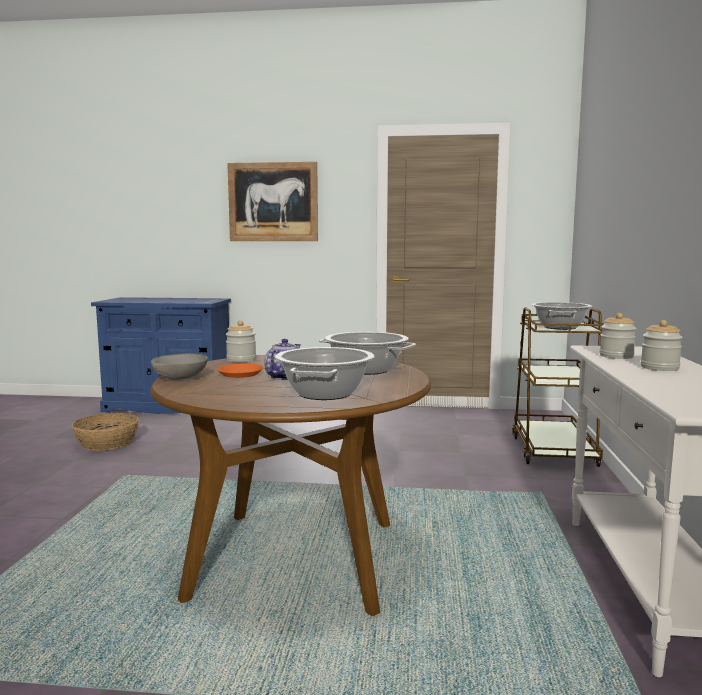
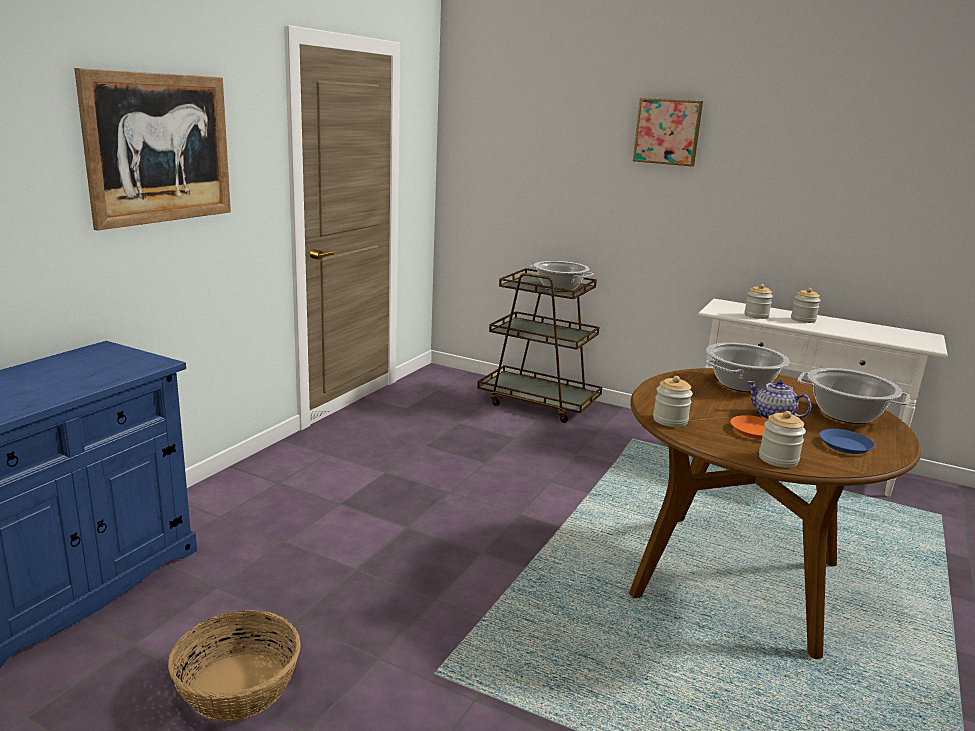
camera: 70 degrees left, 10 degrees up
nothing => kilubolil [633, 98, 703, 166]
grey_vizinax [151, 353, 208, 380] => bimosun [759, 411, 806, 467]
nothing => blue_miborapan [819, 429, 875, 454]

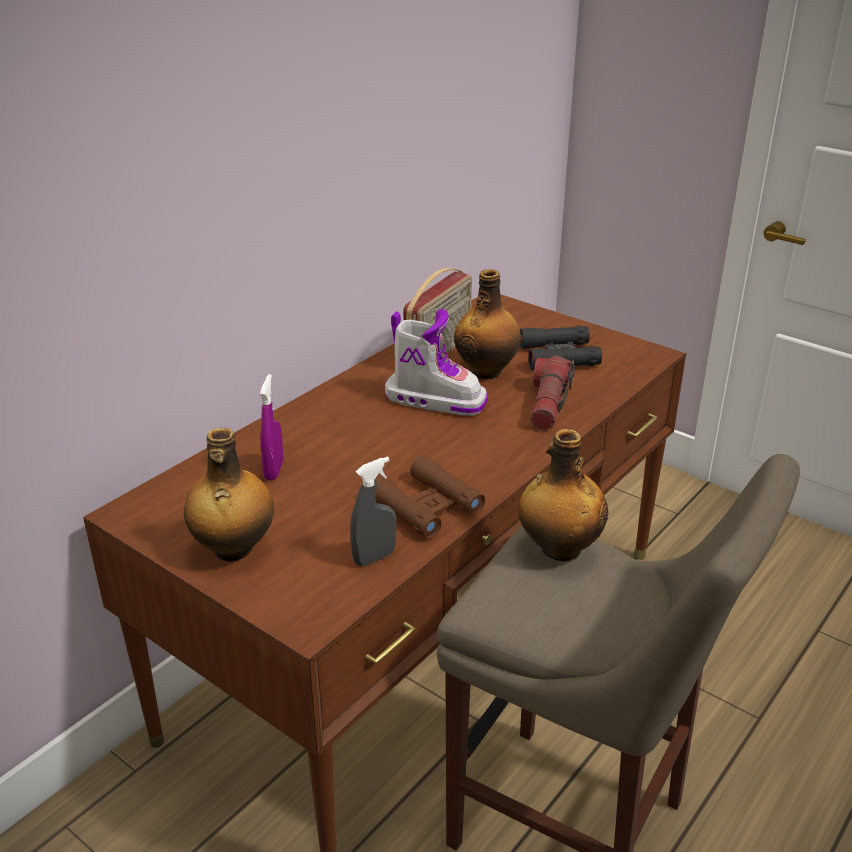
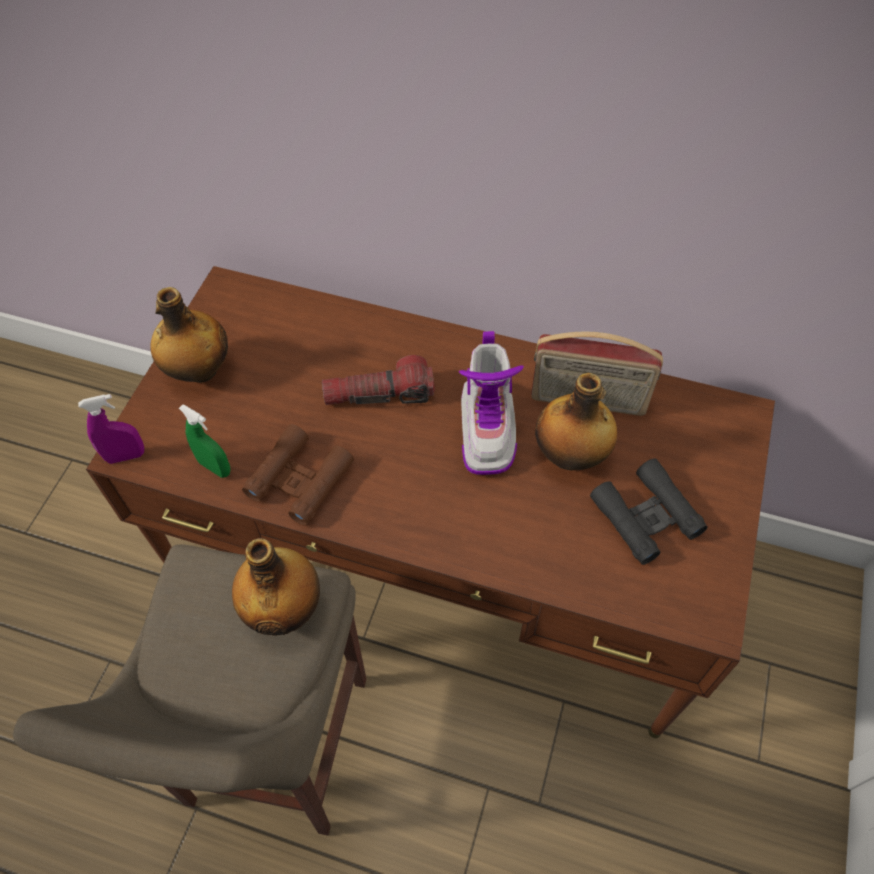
camera: 70 degrees right, 25 degrees up
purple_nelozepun [260, 374, 283, 480] => purple_nelozepun [78, 394, 144, 464], shifted
grey_nelozepun [350, 456, 397, 566] => green_nelozepun [179, 405, 231, 478]
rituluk [530, 356, 575, 430] => rituluk [322, 355, 435, 405], shifted

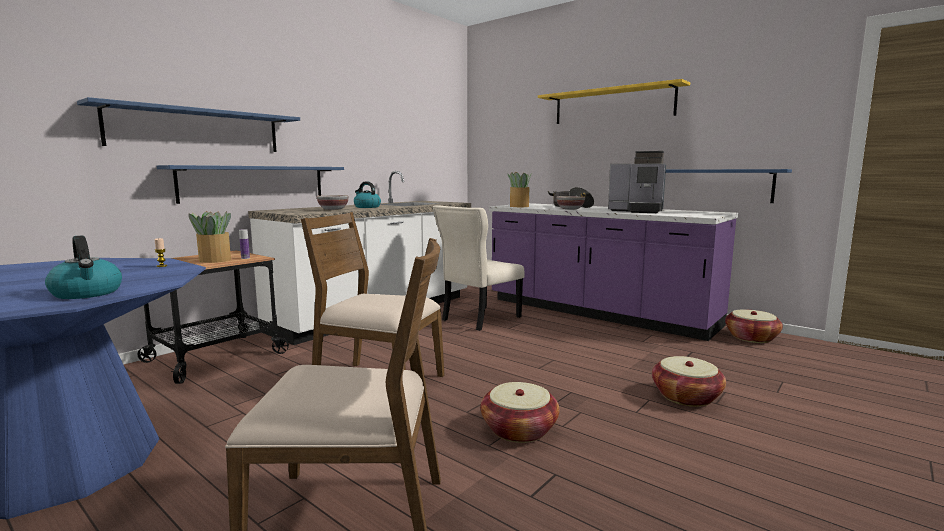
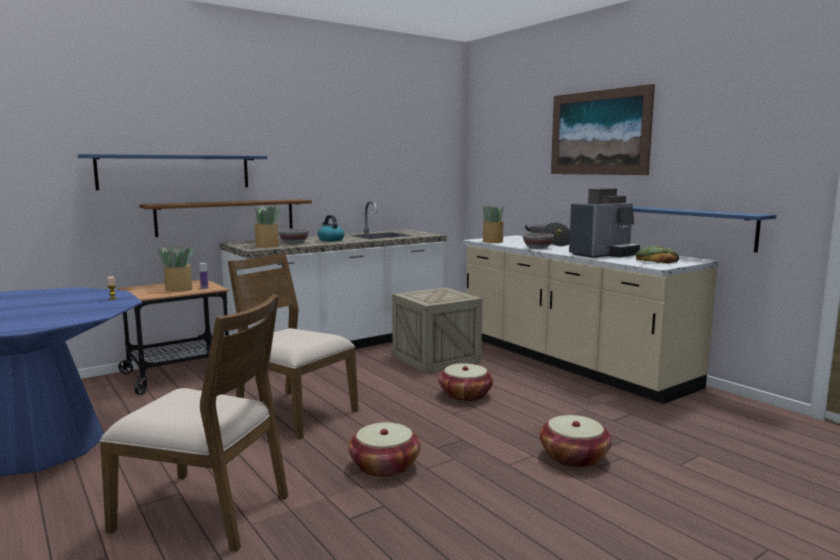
camera: 15 degrees right, 0 degrees up
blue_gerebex [157, 165, 344, 204] => brown_gerebex [139, 199, 312, 237]
nothing => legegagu [255, 205, 281, 248]
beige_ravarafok [433, 205, 525, 331] => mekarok [392, 287, 483, 373]
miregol [725, 309, 783, 343] => miregol [438, 363, 493, 402], shifted
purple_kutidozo [489, 203, 738, 341] => beige_kutidozo [463, 235, 719, 404]
yellow_gerebex [538, 79, 690, 124] => kilubolil [551, 84, 655, 175]
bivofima [608, 151, 666, 213] => bivofima [569, 188, 640, 258], 75 degrees counterclockwise
nothing => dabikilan [635, 246, 679, 263]
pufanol [45, 235, 122, 299] => nothing

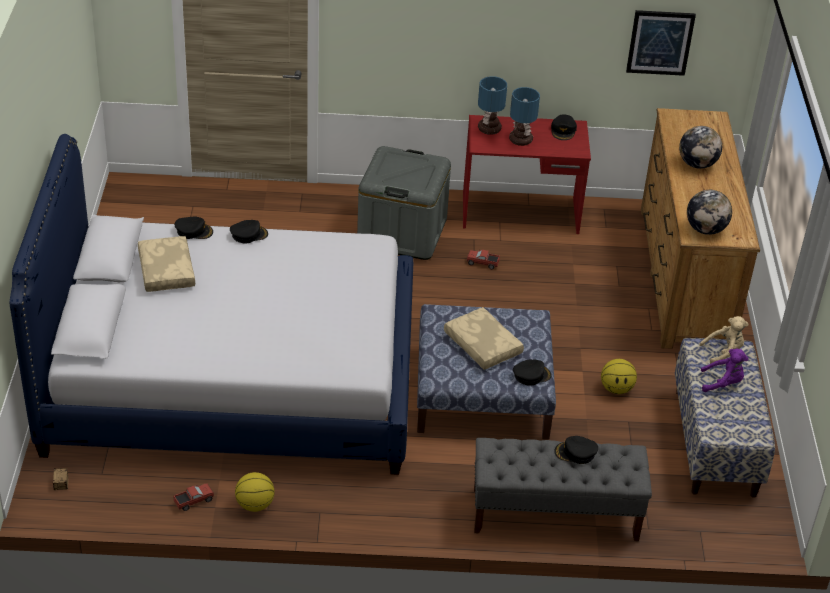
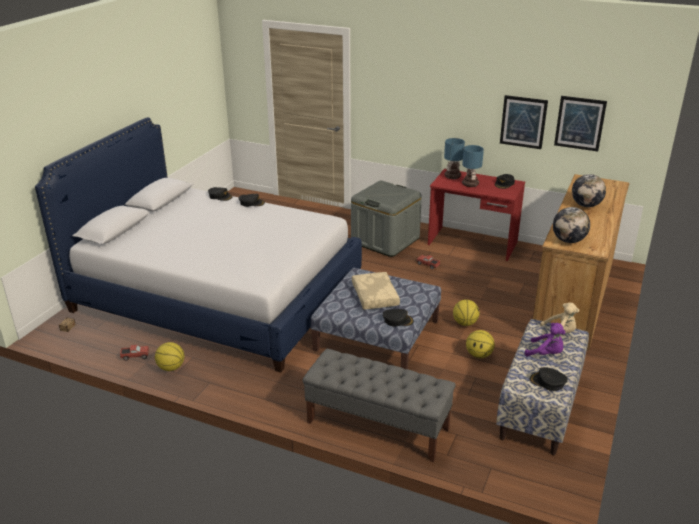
camera: 25 degrees right, 10 degrees down
nothing => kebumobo [453, 300, 480, 326]
nothing => kilubolil [500, 95, 548, 149]
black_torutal [554, 436, 598, 464] => black_torutal [530, 367, 567, 391], shifted
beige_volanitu [138, 236, 195, 292] => nothing

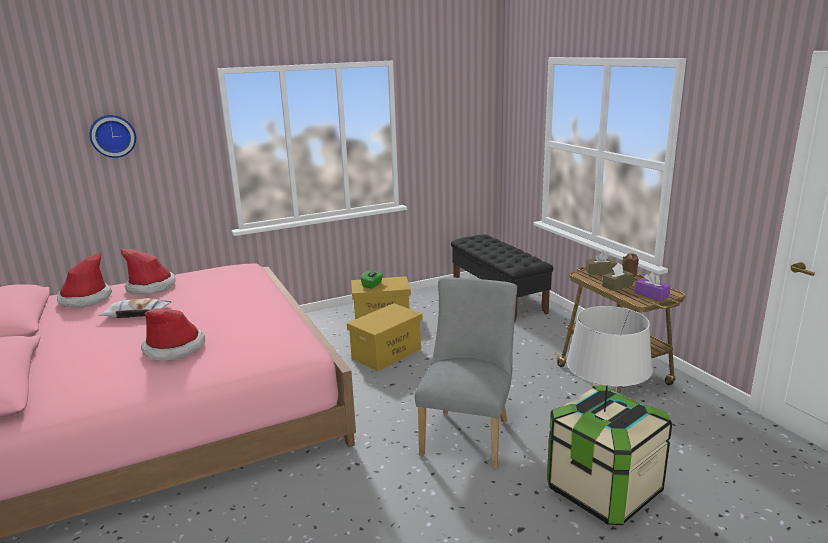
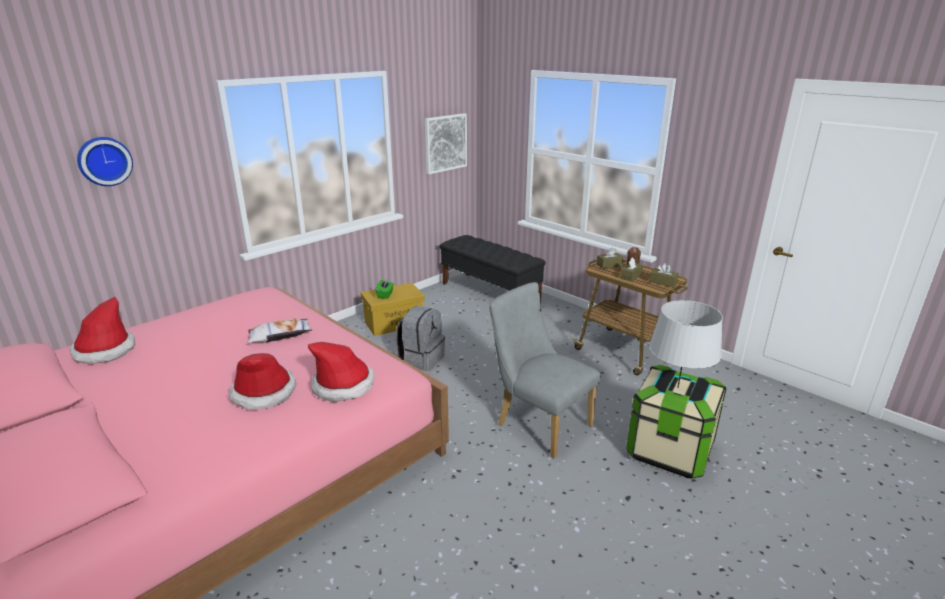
camera: 20 degrees left, 5 degrees up
volanitu [98, 298, 172, 318] => volanitu [247, 318, 313, 343], shifted
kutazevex [121, 249, 176, 295] => kutazevex [308, 342, 375, 402], shifted
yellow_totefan [347, 303, 423, 371] => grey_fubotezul [396, 306, 445, 371]
nothing => kilubolil [425, 113, 467, 174]
grey_ravarafok [415, 277, 517, 469] => grey_ravarafok [489, 282, 600, 458], 45 degrees counterclockwise
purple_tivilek [635, 272, 671, 301] => brown_tivilek [649, 263, 679, 287]

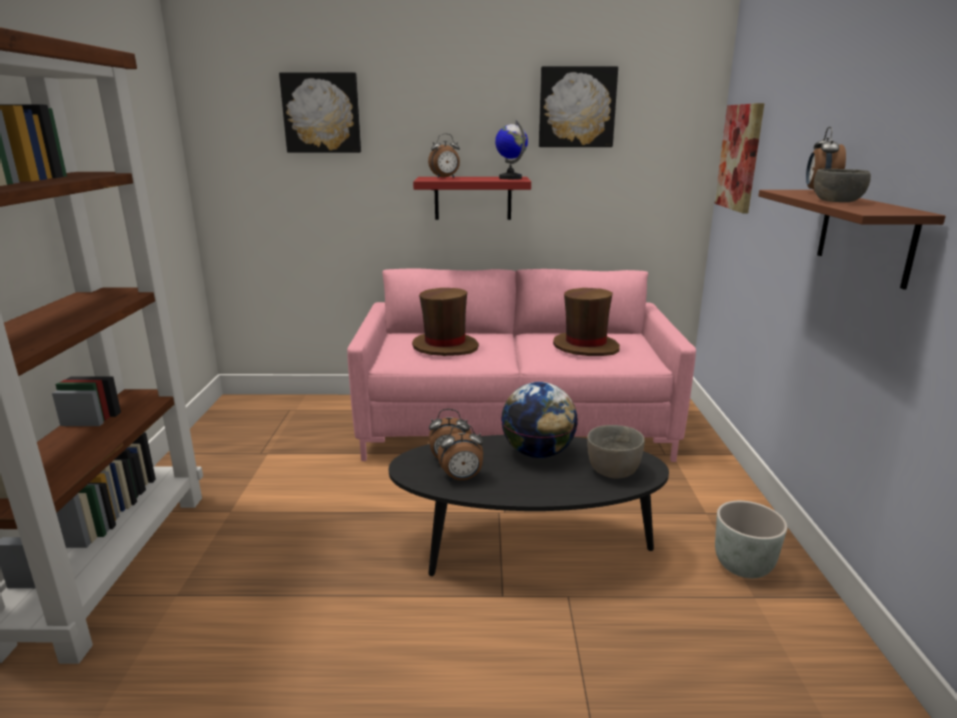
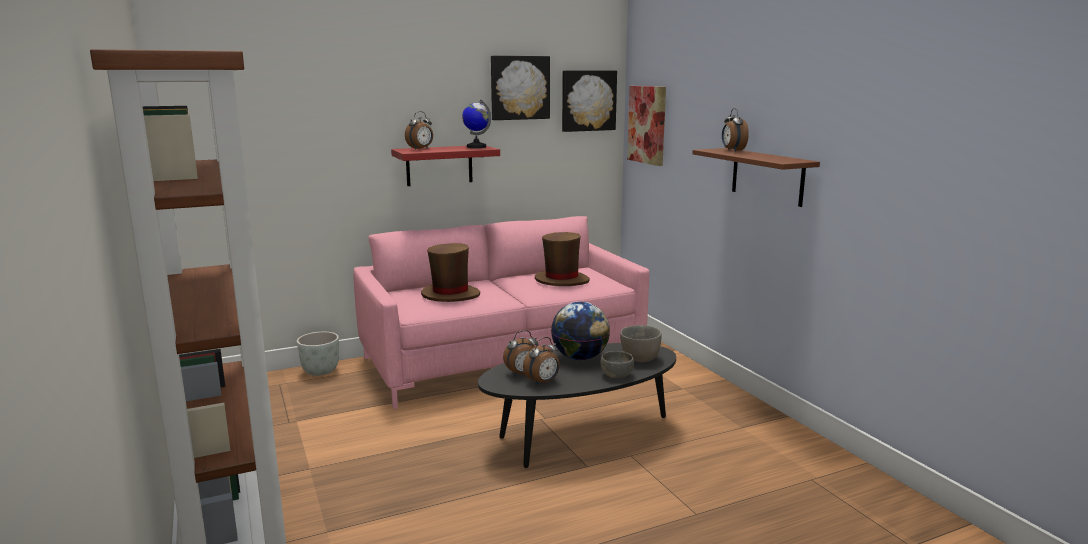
camera: 25 degrees left, 5 degrees down
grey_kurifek [715, 501, 787, 578] => grey_kurifek [297, 332, 339, 376], shifted
kilubolil [279, 72, 361, 153] => kilubolil [562, 70, 617, 132], shifted
grey_vizinax [814, 169, 871, 202] => grey_vizinax [601, 351, 634, 378], shifted

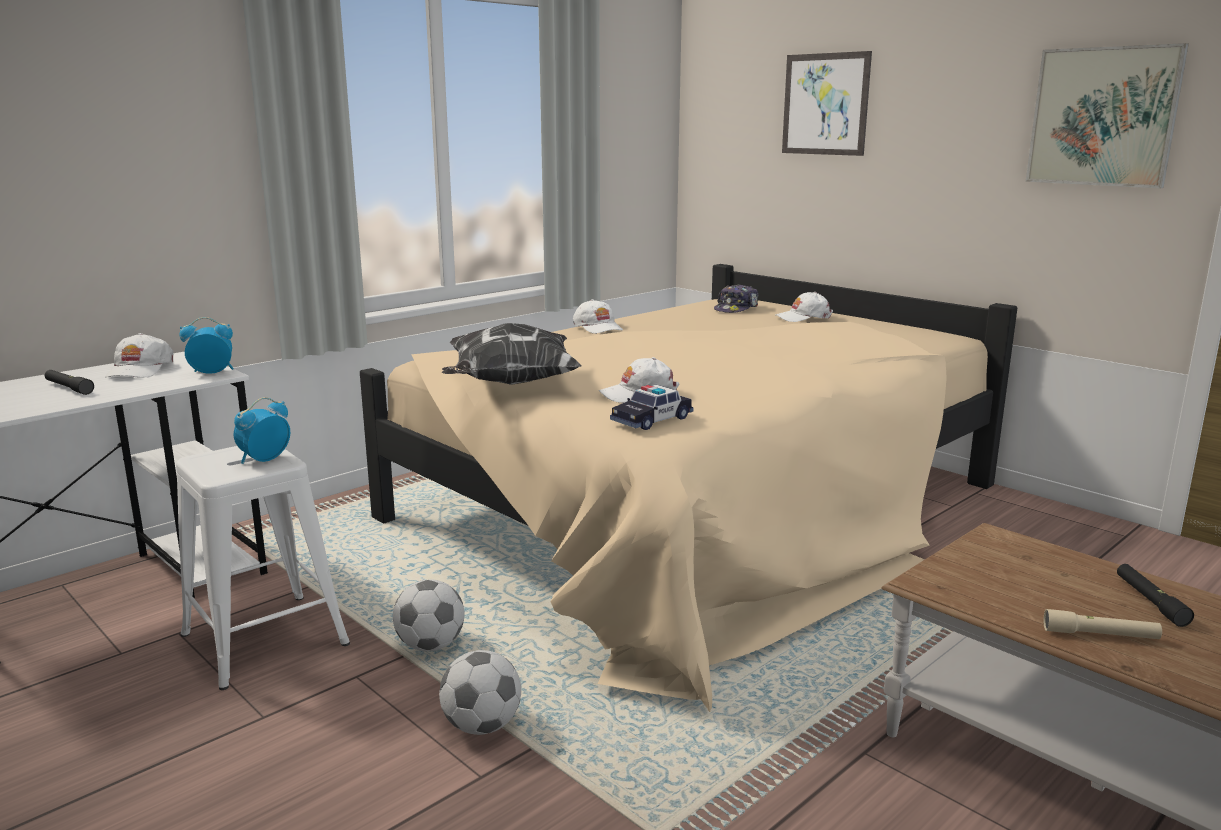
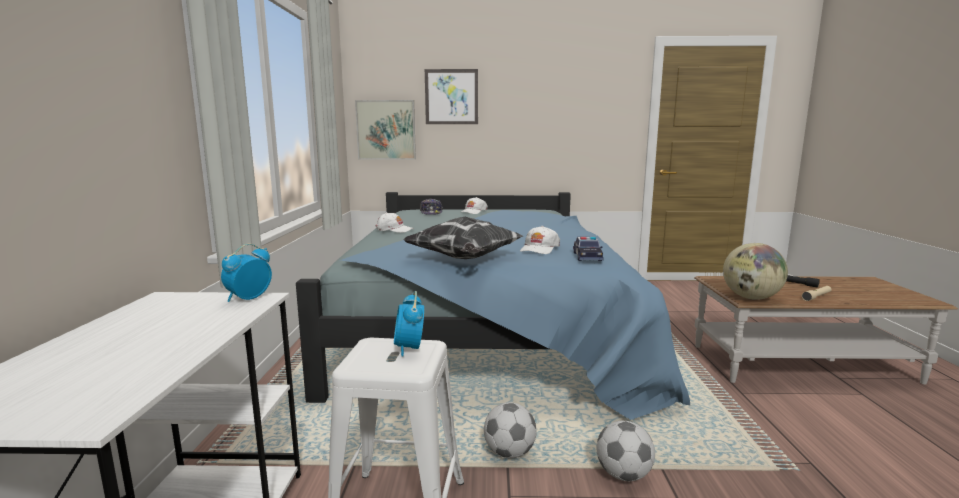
camera: 45 degrees left, 5 degrees down
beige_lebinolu [360, 264, 1017, 712] => blue_lebinolu [296, 192, 690, 420]
kilubolil [1026, 43, 1189, 188] => kilubolil [355, 100, 416, 160], shifted
nothing => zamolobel [723, 243, 788, 300]
black_rituluk [45, 370, 94, 395] => nothing
white_torutal [105, 333, 174, 378] => nothing

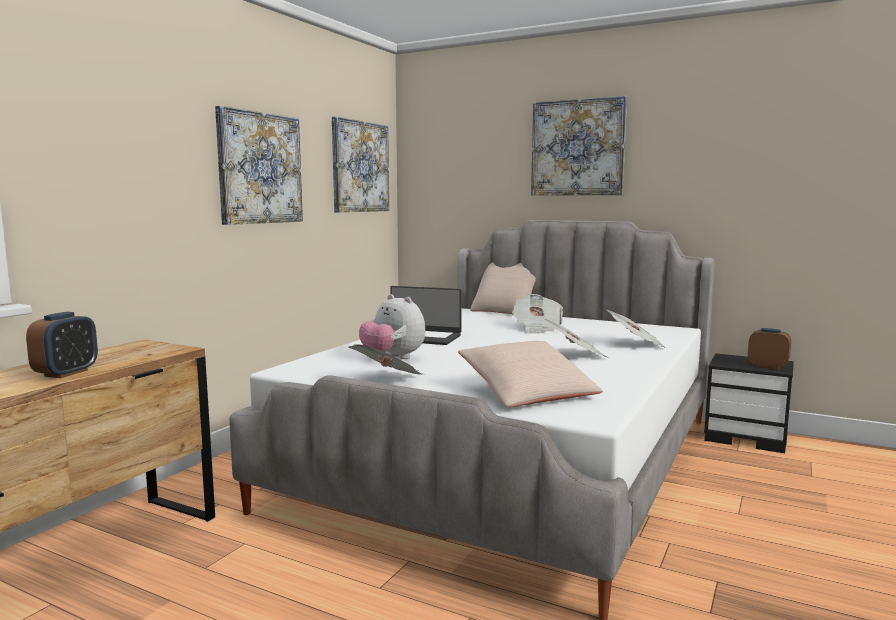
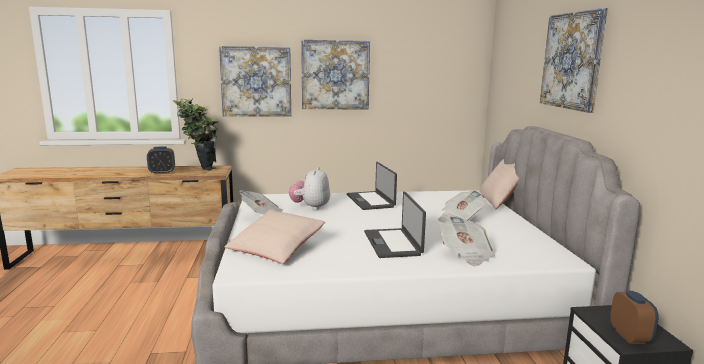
camera: 55 degrees right, 5 degrees up
nothing => legegagu [173, 97, 219, 171]
kilubolil [332, 117, 389, 212] => kilubolil [219, 46, 291, 117], shifted
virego [542, 318, 609, 358] => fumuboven [364, 192, 426, 258]

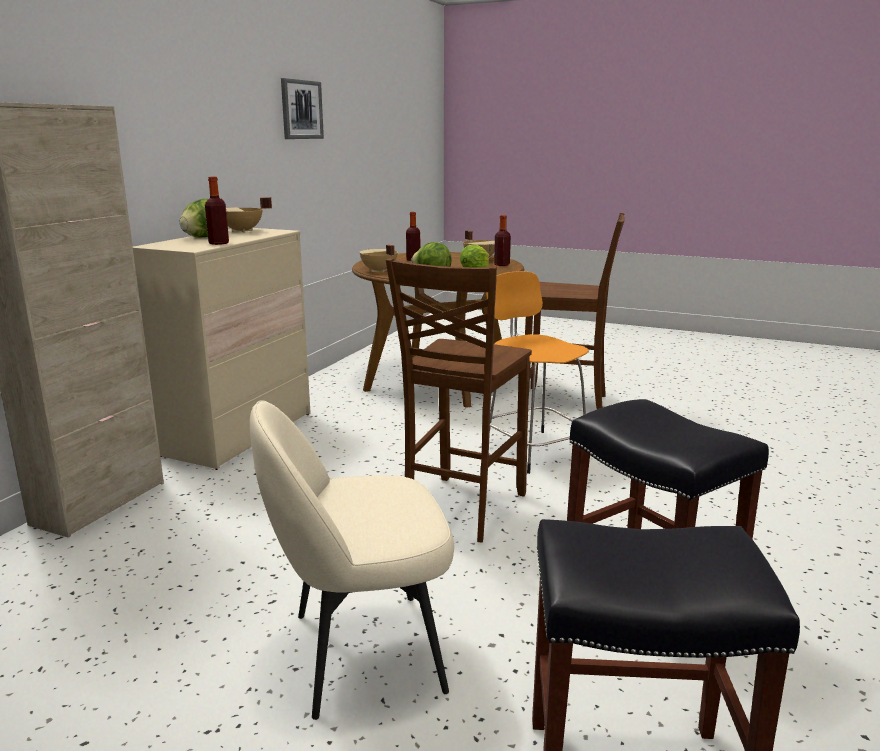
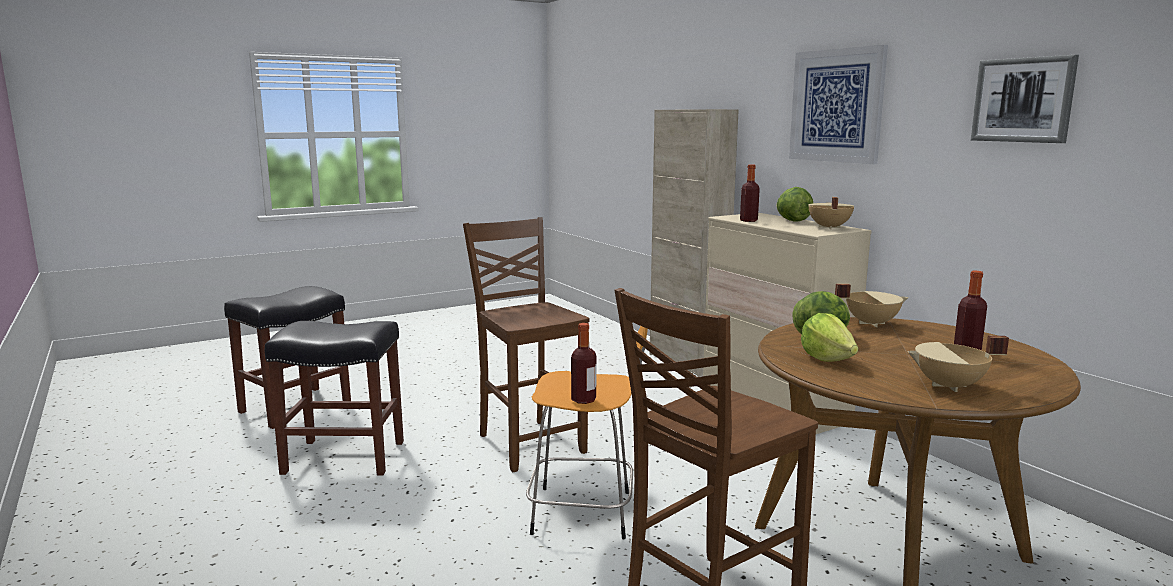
camera: 125 degrees right, 5 degrees down
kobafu [494, 215, 511, 266] => kobafu [571, 323, 596, 404], shifted
nothing => kilubolil [789, 45, 888, 164]
beige_ravarafok [250, 400, 454, 720] => nothing

